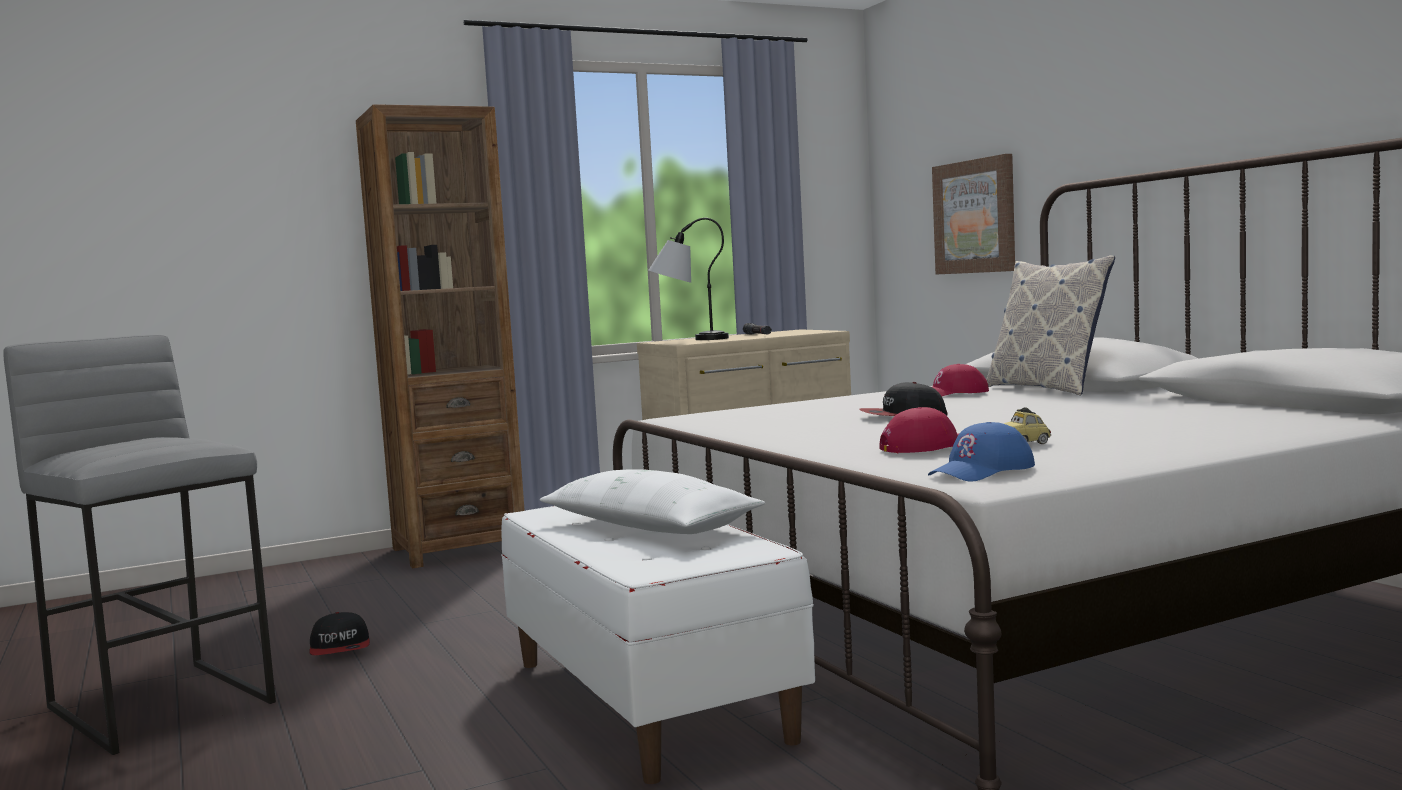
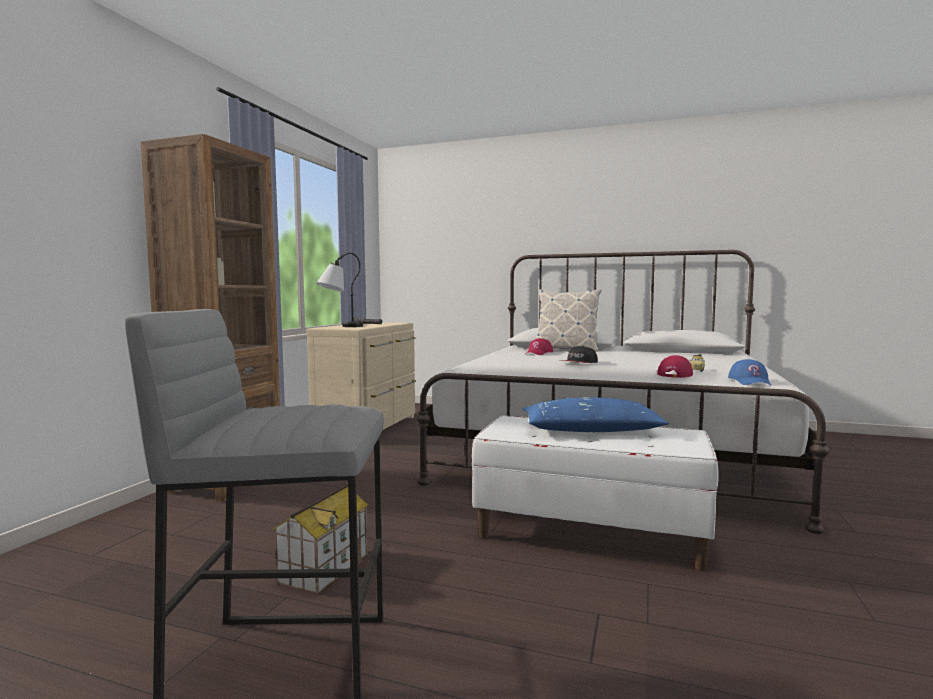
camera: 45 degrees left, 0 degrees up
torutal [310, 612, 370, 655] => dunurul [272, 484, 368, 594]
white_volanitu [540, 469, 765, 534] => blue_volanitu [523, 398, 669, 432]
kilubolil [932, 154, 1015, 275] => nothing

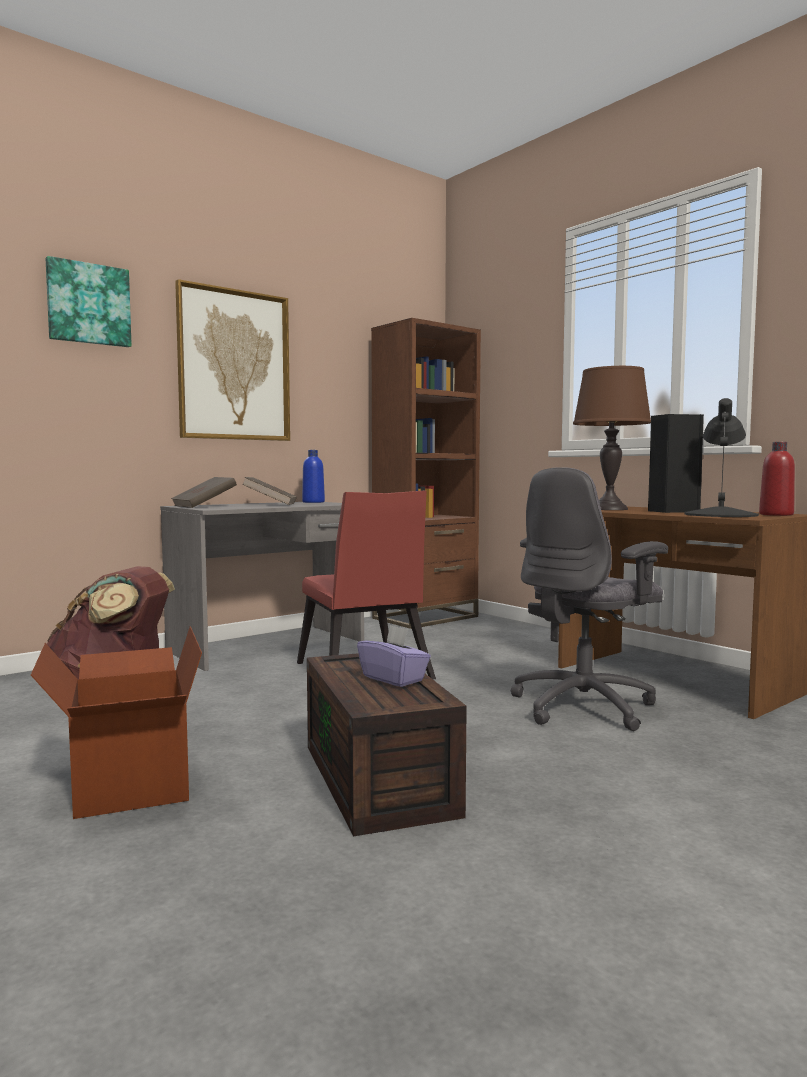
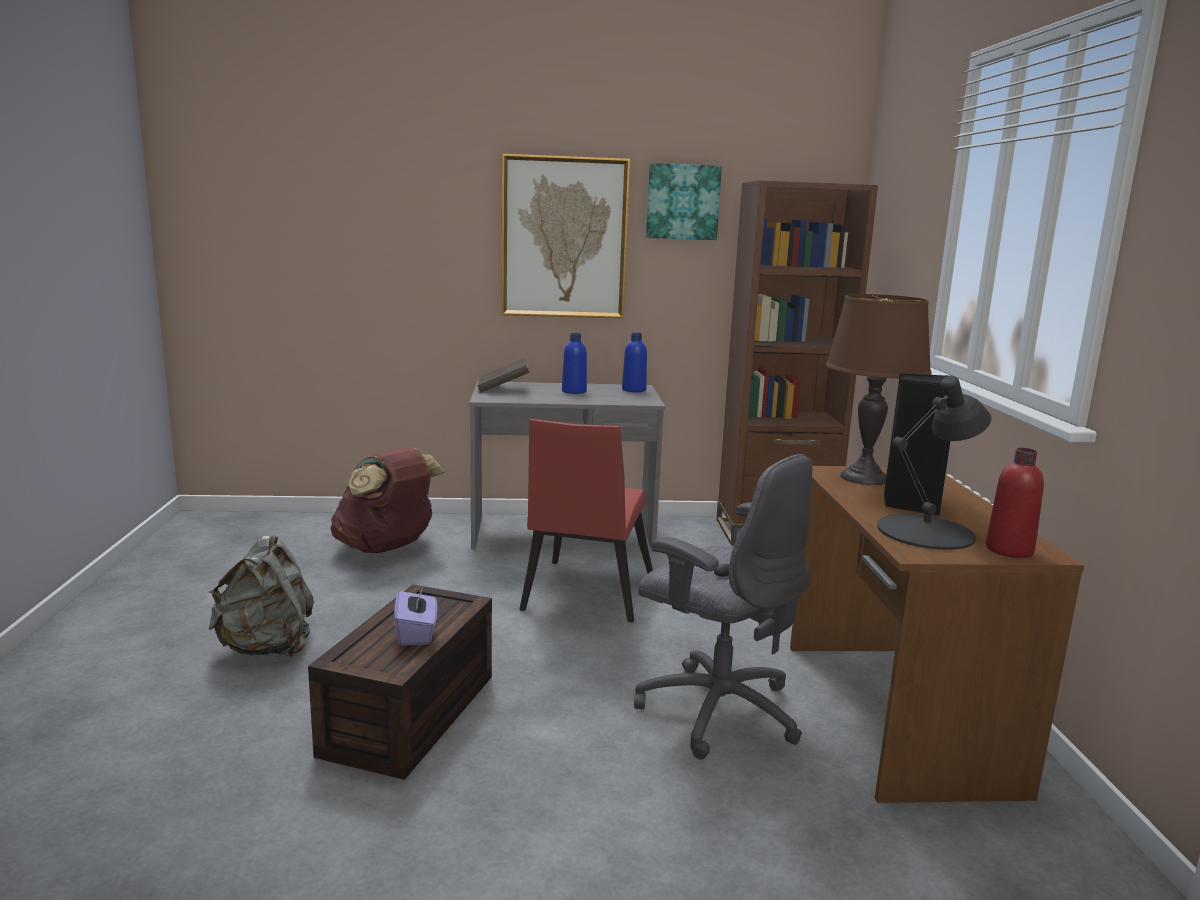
camera: 35 degrees right, 10 degrees up
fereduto [31, 626, 202, 819] => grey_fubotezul [209, 535, 314, 657]
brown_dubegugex [242, 477, 297, 505] => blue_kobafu [562, 333, 587, 394]
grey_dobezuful [511, 467, 668, 731] => grey_dobezuful [634, 454, 812, 759], 135 degrees counterclockwise
kilubolil [46, 256, 132, 347] => kilubolil [646, 163, 722, 240], shifted

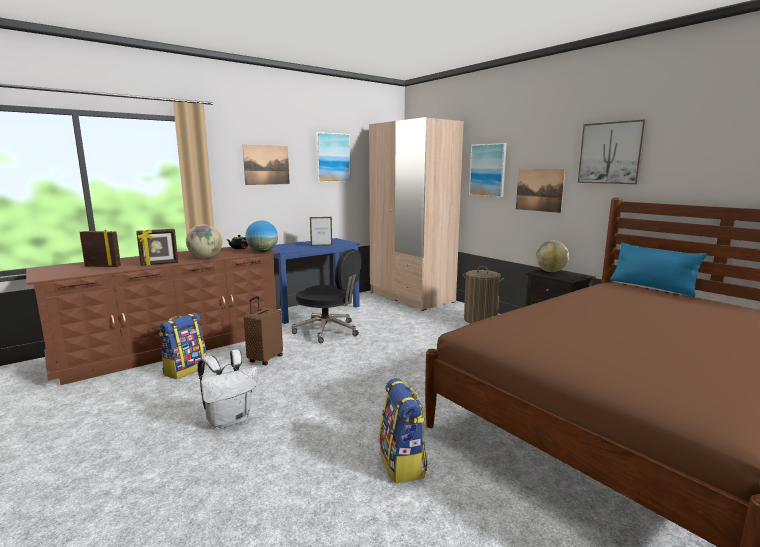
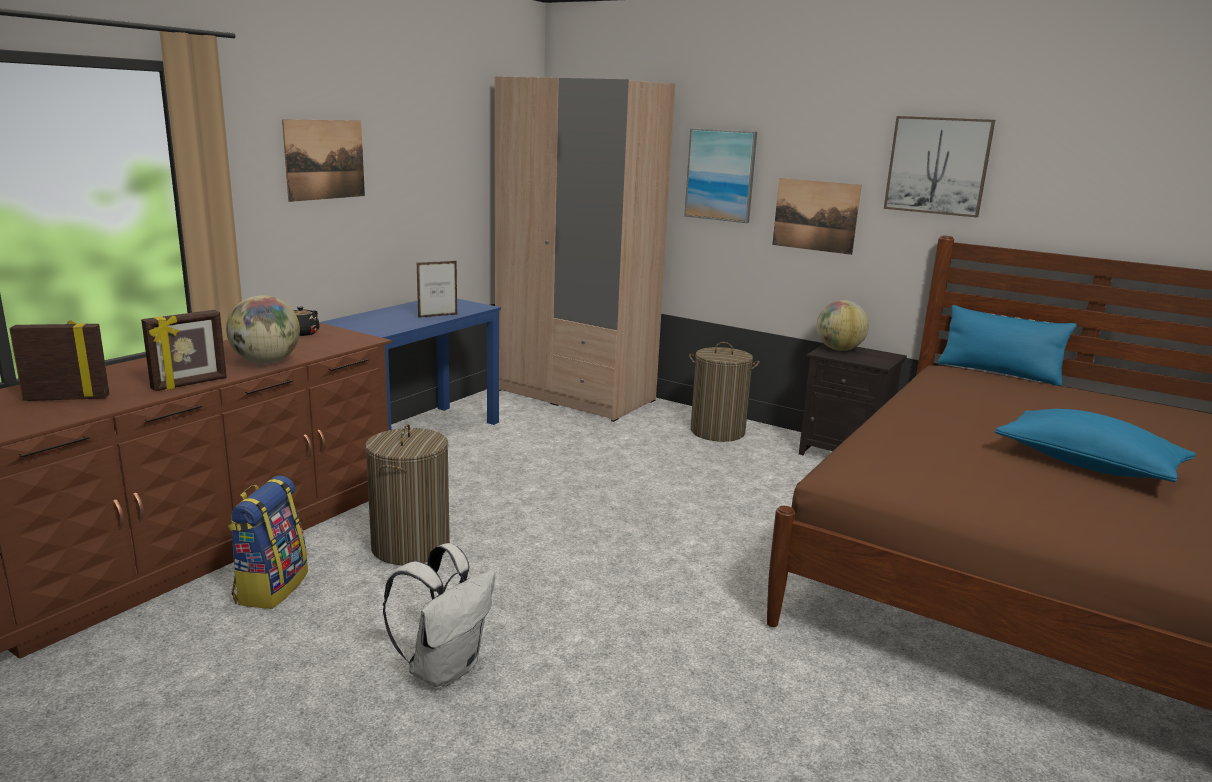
camera: 20 degrees left, 5 degrees up
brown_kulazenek [244, 296, 283, 365] => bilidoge [365, 424, 450, 565]
nothing => blue_volanitu [995, 409, 1196, 482]
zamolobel [245, 220, 278, 252] => nothing
black_dobezuful [291, 249, 361, 343] => nothing
kilubolil [316, 132, 351, 182] => nothing
fubotezul [379, 378, 428, 483] => nothing

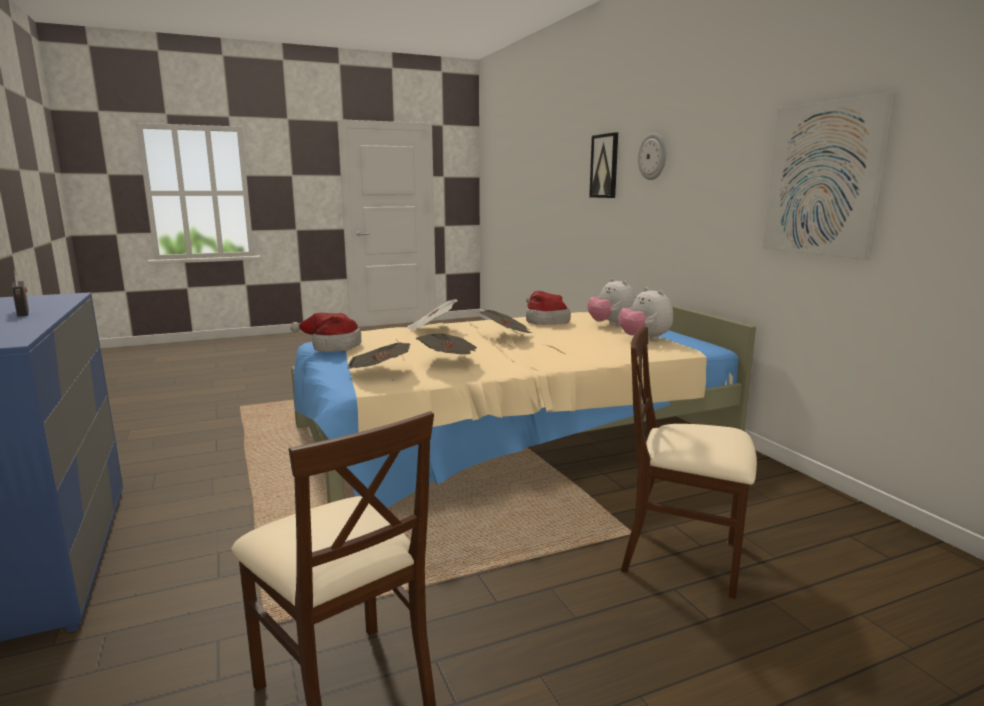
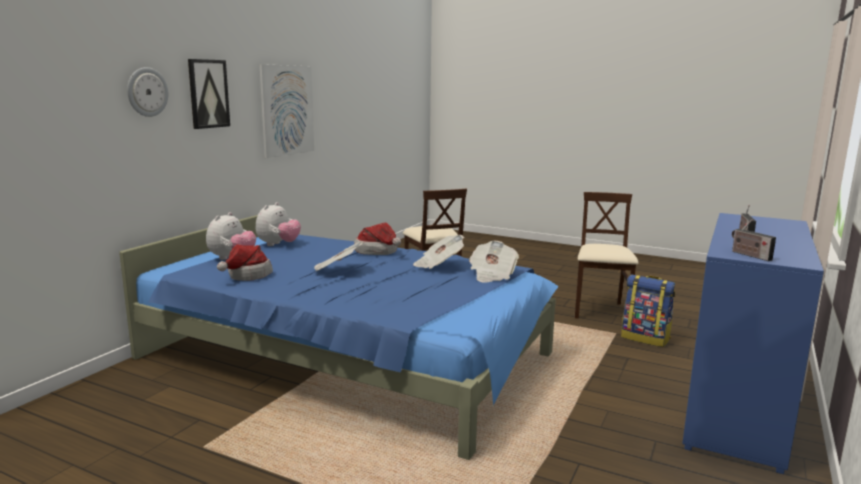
camera: 130 degrees left, 0 degrees up
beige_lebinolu [291, 296, 756, 508] => blue_lebinolu [119, 215, 559, 460]
kilubolil [589, 132, 618, 198] => kilubolil [188, 59, 230, 129], shifted
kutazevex [290, 312, 361, 352] => kutazevex [354, 222, 401, 255], shifted
nothing => fubotezul [621, 275, 675, 347]
nothing => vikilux [732, 219, 776, 261]
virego [406, 299, 457, 330] => nothing

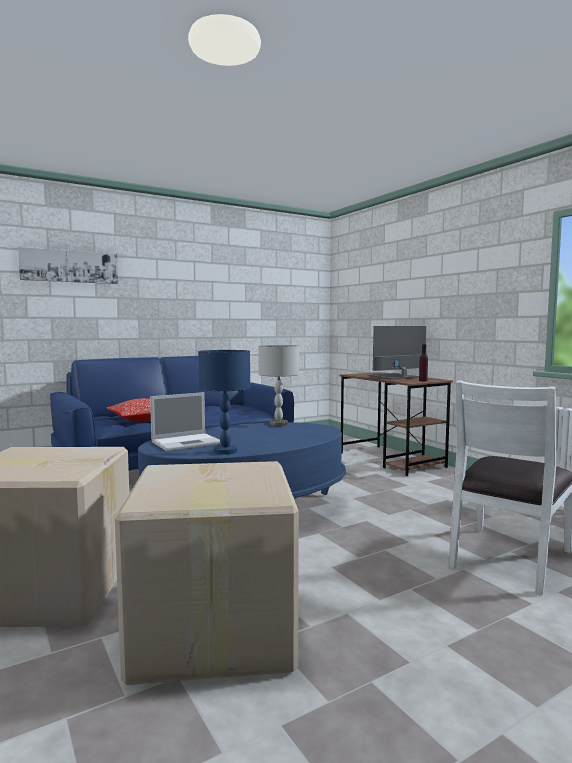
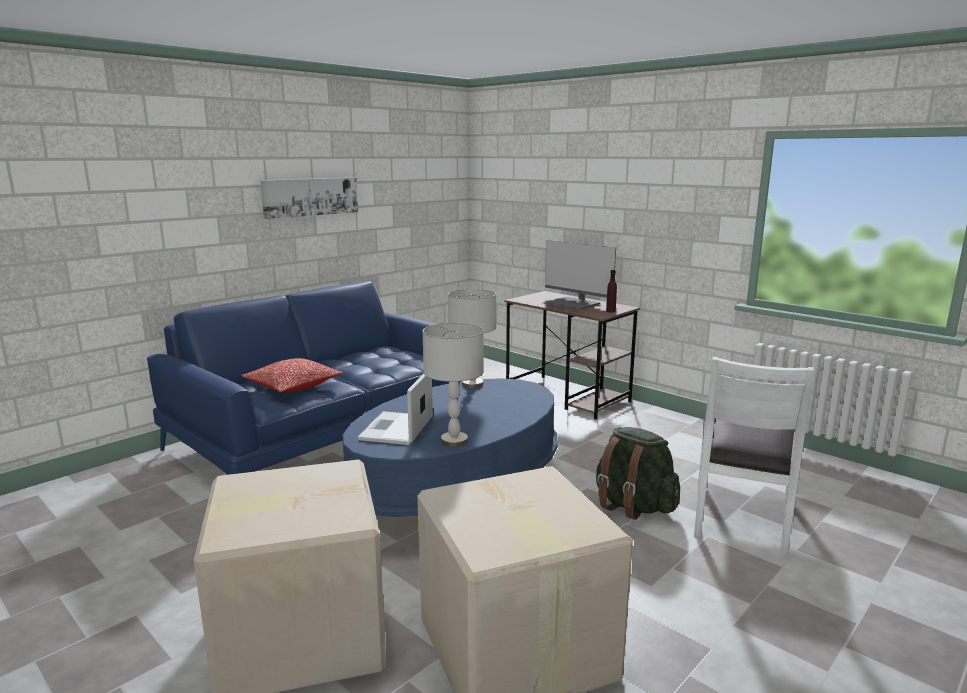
camera: 15 degrees left, 10 degrees up
kilubolil [18, 247, 118, 284] => kilubolil [260, 177, 358, 219], shifted
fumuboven [150, 392, 221, 451] => fumuboven [358, 373, 433, 445], 150 degrees clockwise
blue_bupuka [198, 350, 251, 455] => grey_bupuka [422, 323, 484, 447]
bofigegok [368, 326, 426, 380] => bofigegok [542, 240, 616, 310], 90 degrees counterclockwise
nothing => green_fubotezul [596, 427, 680, 520]

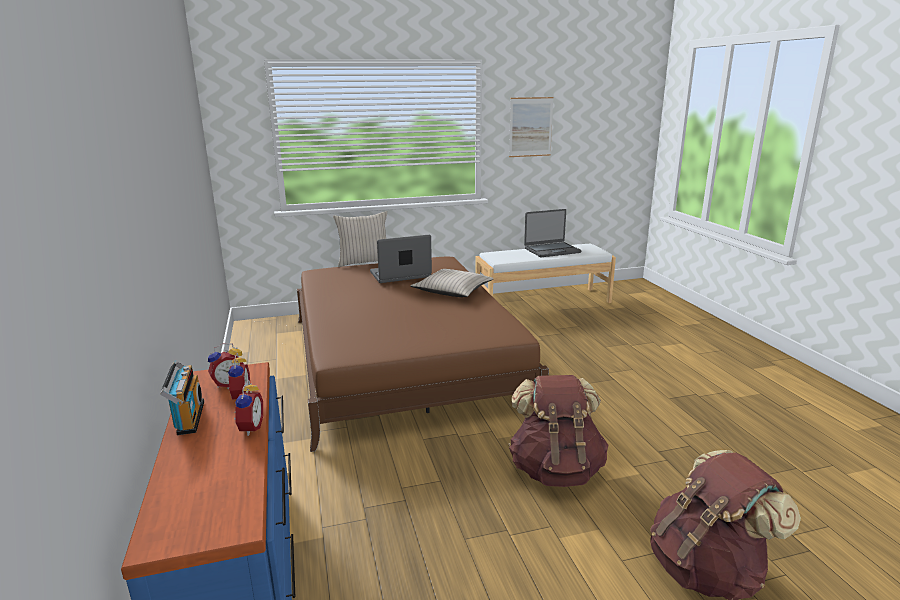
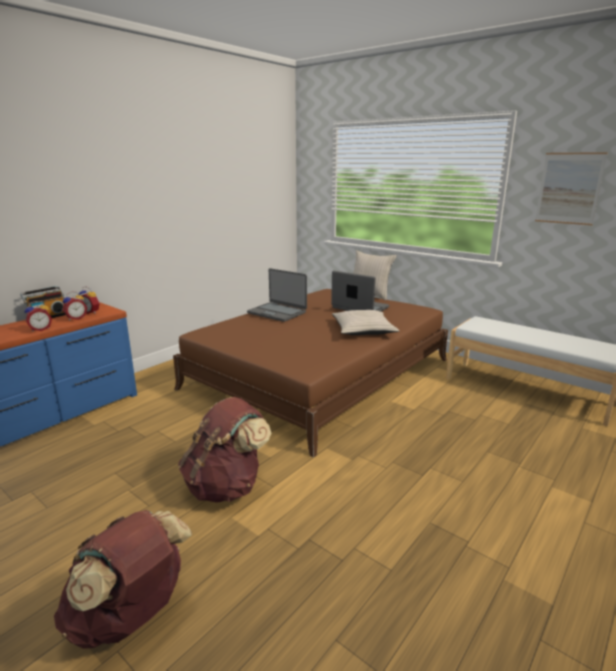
camera: 55 degrees right, 0 degrees up
fumuboven [524, 209, 582, 257] => fumuboven [247, 268, 307, 322], shifted

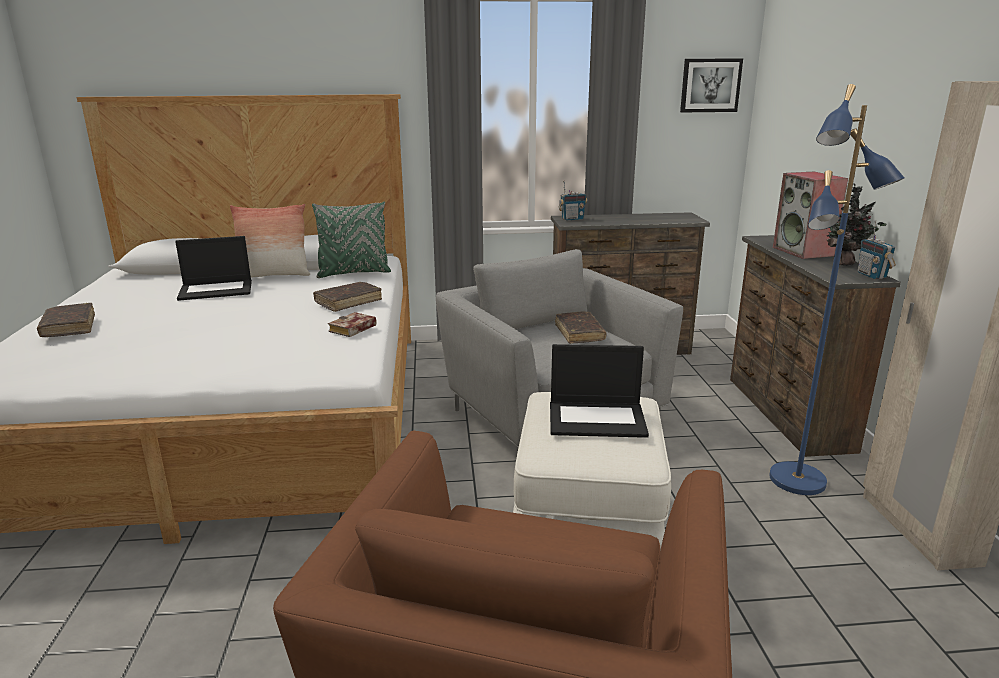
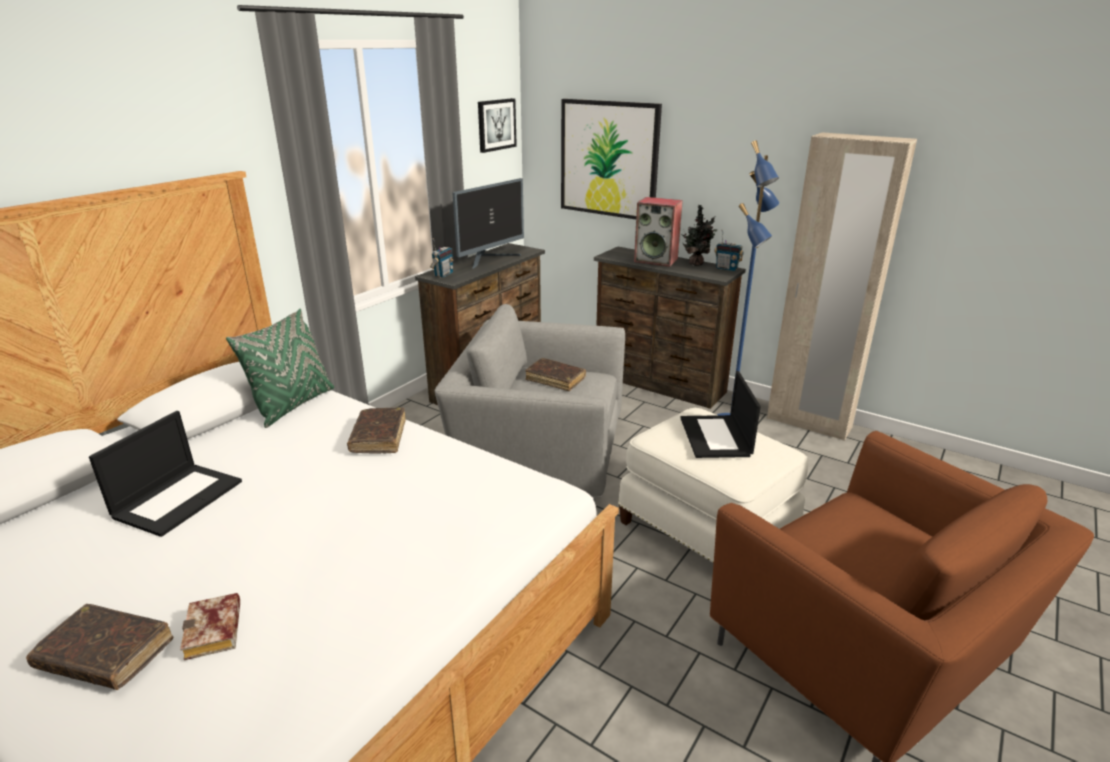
camera: 50 degrees left, 5 degrees up
dubegugex [328, 312, 377, 337] => dubegugex [180, 593, 240, 660], shifted
nothing => bofigegok [452, 178, 524, 269]
nothing => kilubolil [561, 99, 662, 219]
fumuboven [550, 344, 649, 438] => fumuboven [681, 371, 761, 458], 135 degrees clockwise
volanitu [230, 204, 310, 278] => nothing

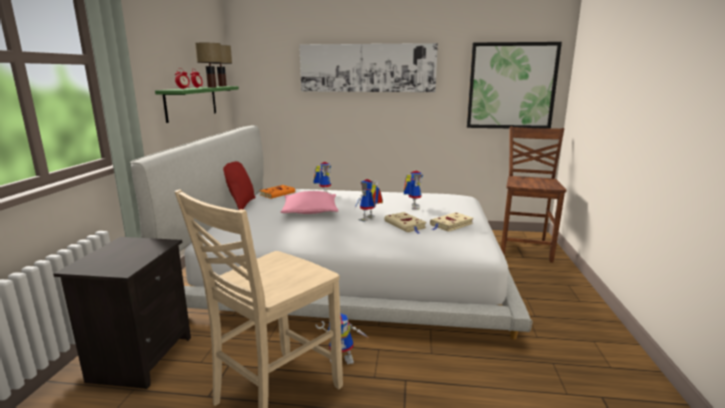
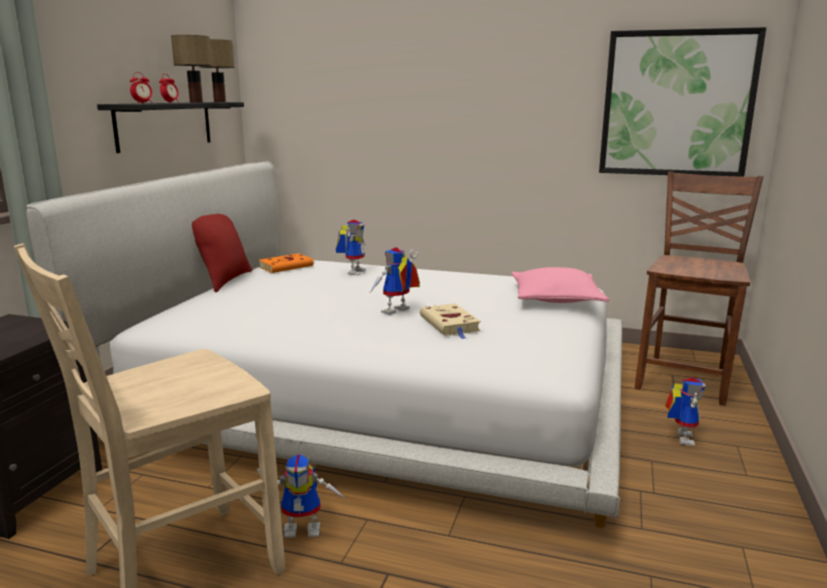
camera: 10 degrees right, 0 degrees up
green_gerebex [155, 86, 239, 123] => black_gerebex [97, 102, 244, 153]
pink_volanitu [281, 191, 338, 214] => pink_volanitu [511, 267, 609, 303], shifted
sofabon [404, 171, 423, 210] => sofabon [665, 377, 706, 446], shifted
kilubolil [299, 43, 438, 92] => nothing
beige_dubegugex [430, 212, 473, 232] => nothing

